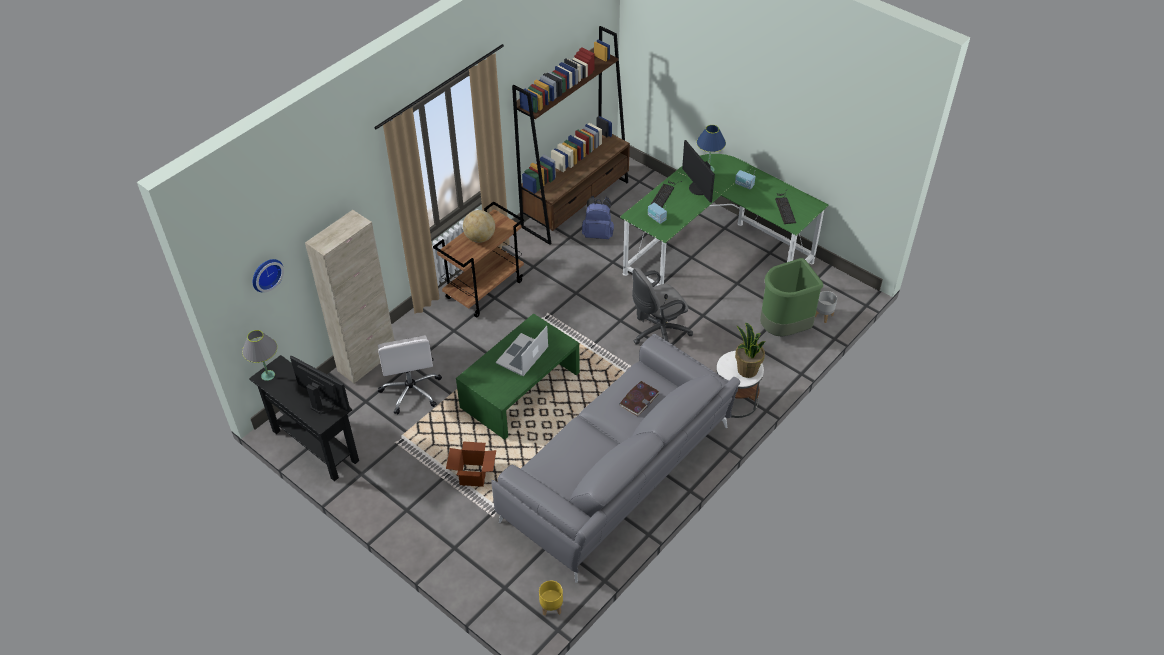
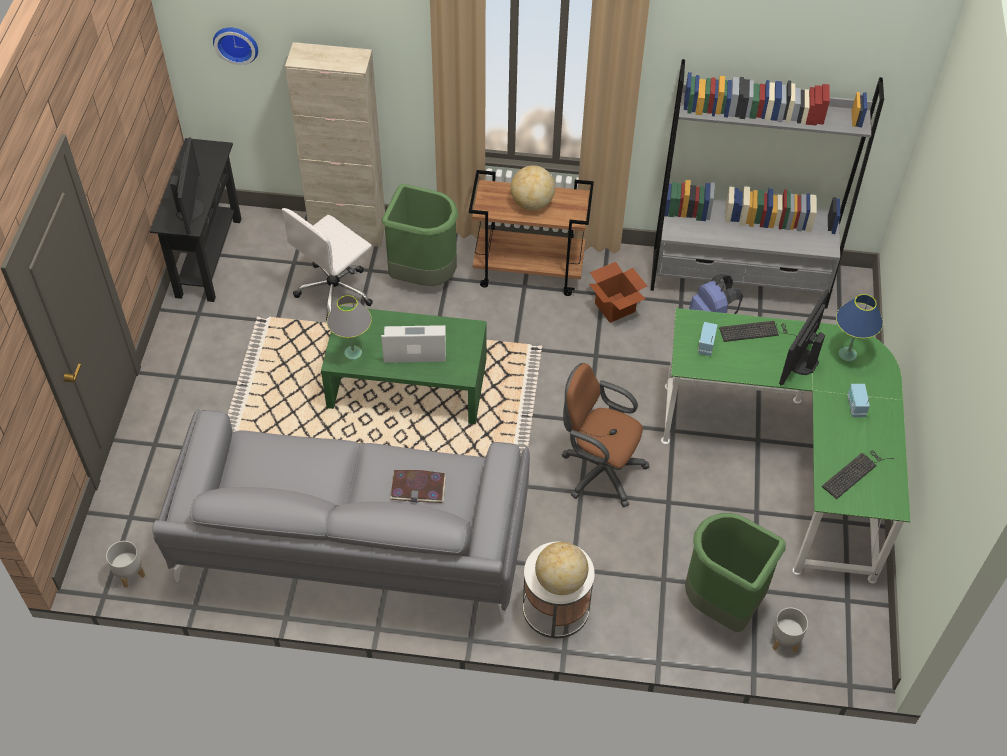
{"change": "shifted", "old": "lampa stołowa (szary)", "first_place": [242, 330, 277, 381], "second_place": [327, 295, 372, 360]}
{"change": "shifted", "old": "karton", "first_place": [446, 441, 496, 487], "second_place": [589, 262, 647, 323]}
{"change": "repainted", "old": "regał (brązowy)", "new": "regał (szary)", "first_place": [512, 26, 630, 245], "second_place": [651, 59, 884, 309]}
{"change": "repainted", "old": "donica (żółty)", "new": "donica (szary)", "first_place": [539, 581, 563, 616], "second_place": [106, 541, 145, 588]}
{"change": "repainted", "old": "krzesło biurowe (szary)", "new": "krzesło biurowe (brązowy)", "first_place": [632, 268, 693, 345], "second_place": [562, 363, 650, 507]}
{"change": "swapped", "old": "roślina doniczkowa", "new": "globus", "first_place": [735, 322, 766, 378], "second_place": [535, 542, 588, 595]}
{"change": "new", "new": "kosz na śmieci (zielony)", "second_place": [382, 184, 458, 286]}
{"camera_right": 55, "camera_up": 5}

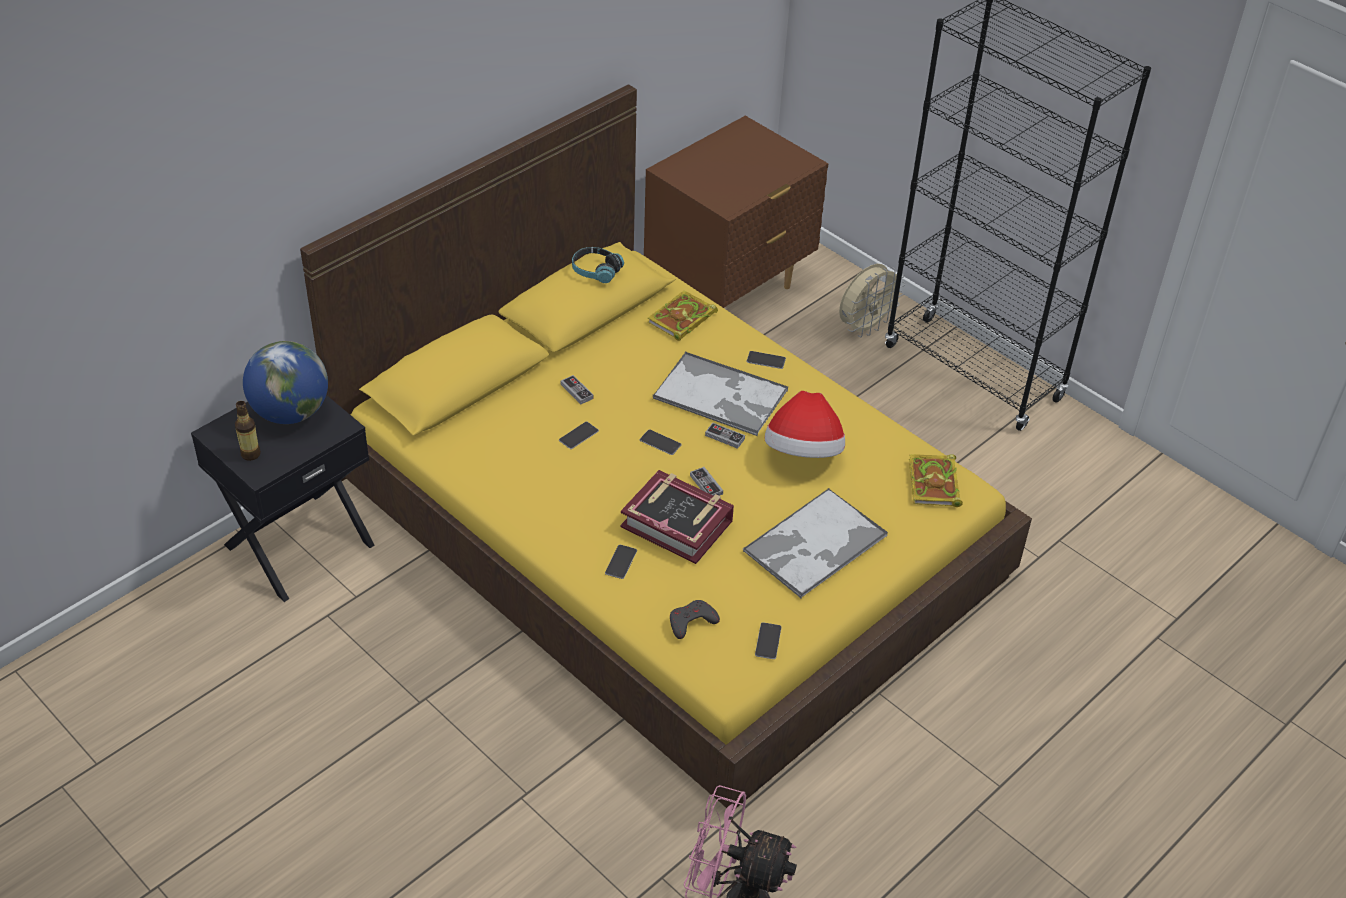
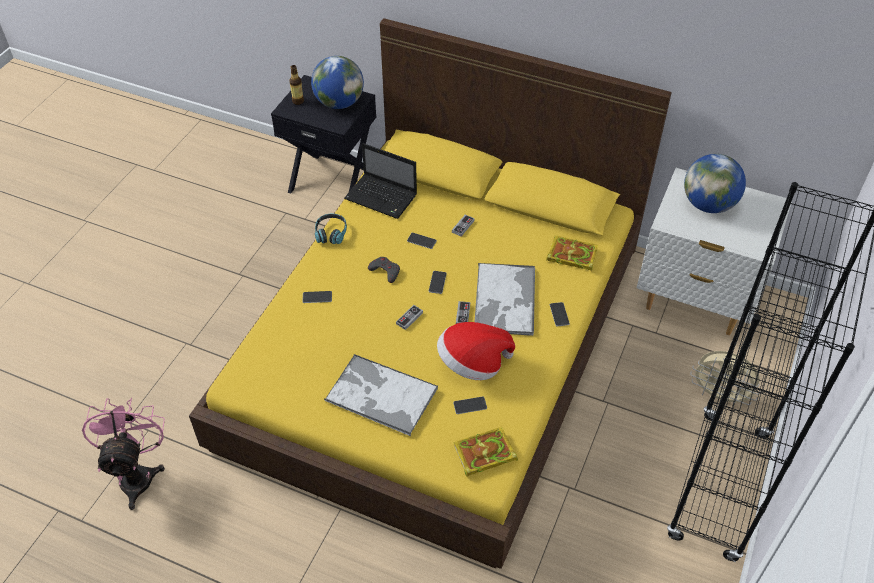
{"change": "shifted", "old": "słuchawki", "first_place": [572, 247, 624, 283], "second_place": [315, 214, 347, 244]}
{"change": "gone", "old": "książka", "first_place": [621, 470, 734, 564]}
{"change": "repainted", "old": "szafka nocna (brązowy)", "new": "szafka nocna (biały)", "first_place": [644, 116, 828, 308], "second_place": [637, 168, 791, 335]}
{"change": "shifted", "old": "pad do gier (szary)", "first_place": [670, 600, 720, 639], "second_place": [368, 257, 400, 283]}
{"change": "shifted", "old": "telefon", "first_place": [755, 622, 782, 659], "second_place": [453, 397, 487, 414]}
{"change": "new", "new": "laptop", "second_place": [344, 143, 417, 219]}
{"change": "new", "new": "globus", "second_place": [684, 154, 746, 213]}
{"camera_right": 70, "camera_up": 5}

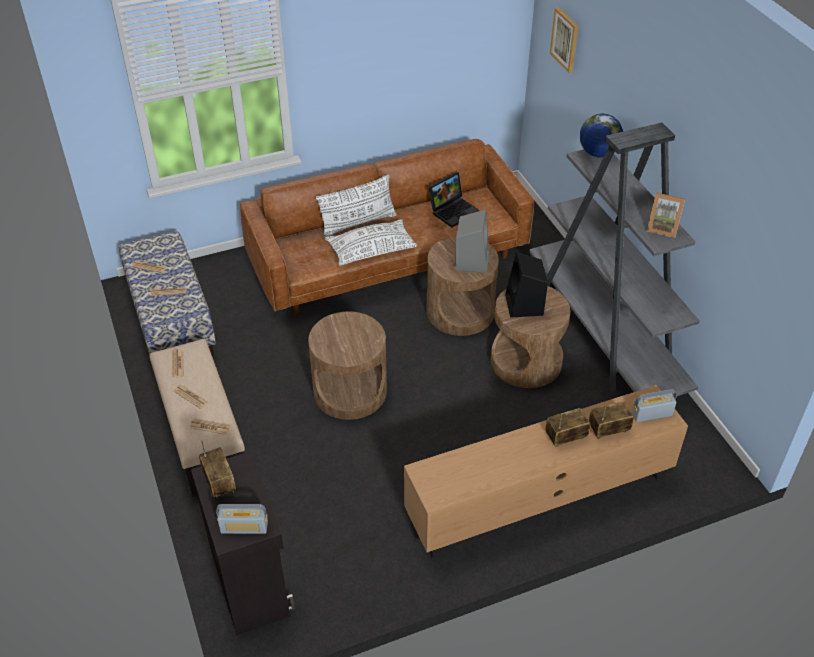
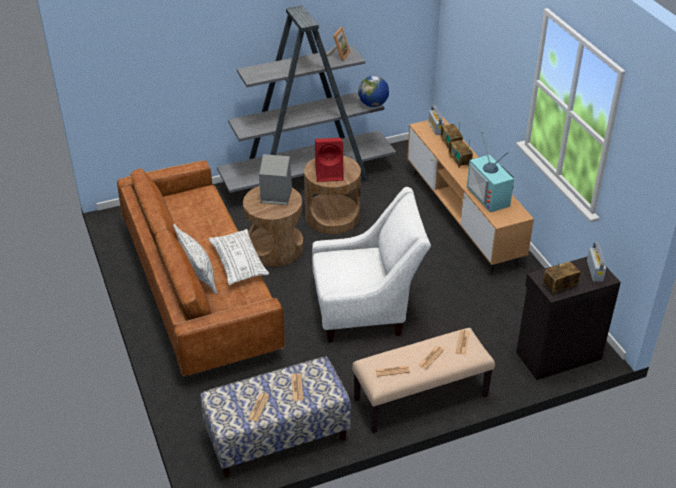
{"change": "swapped", "old": "stolik (brązowy)", "new": "fotel (biały)", "first_place": [308, 311, 387, 420], "second_place": [312, 187, 431, 343]}
{"change": "gone", "old": "laptop", "first_place": [429, 172, 480, 228]}
{"change": "repainted", "old": "głośnik (czarny)", "new": "głośnik (czerwony)", "first_place": [505, 252, 548, 318], "second_place": [315, 138, 344, 182]}
{"change": "gone", "old": "obraz", "first_place": [550, 7, 578, 73]}
{"change": "shifted", "old": "globus", "first_place": [580, 114, 623, 157], "second_place": [358, 76, 389, 107]}
{"change": "new", "new": "telewizor", "second_place": [467, 131, 514, 212]}
{"camera_right": -90, "camera_up": -5}

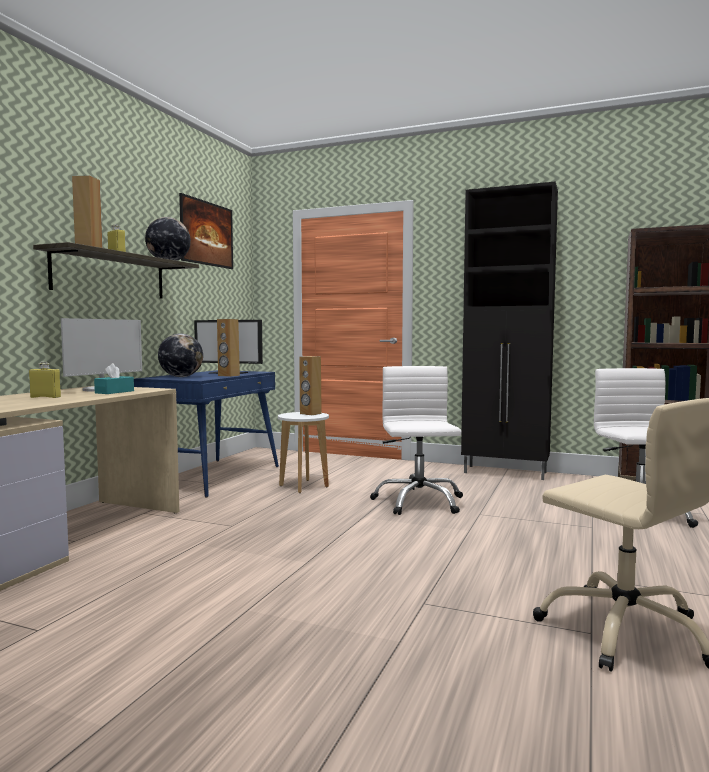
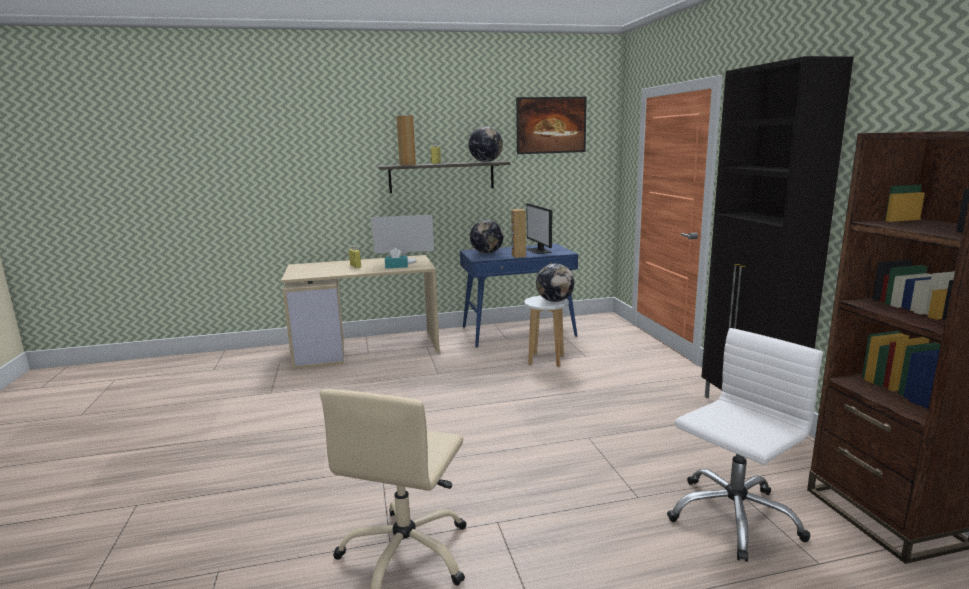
{"change": "swapped", "old": "głośnik (brązowy)", "new": "globus", "first_place": [299, 356, 322, 415], "second_place": [536, 263, 574, 302]}
{"change": "gone", "old": "krzesło biurowe (biały)", "first_place": [370, 366, 463, 515]}
{"camera_right": 55, "camera_up": 10}

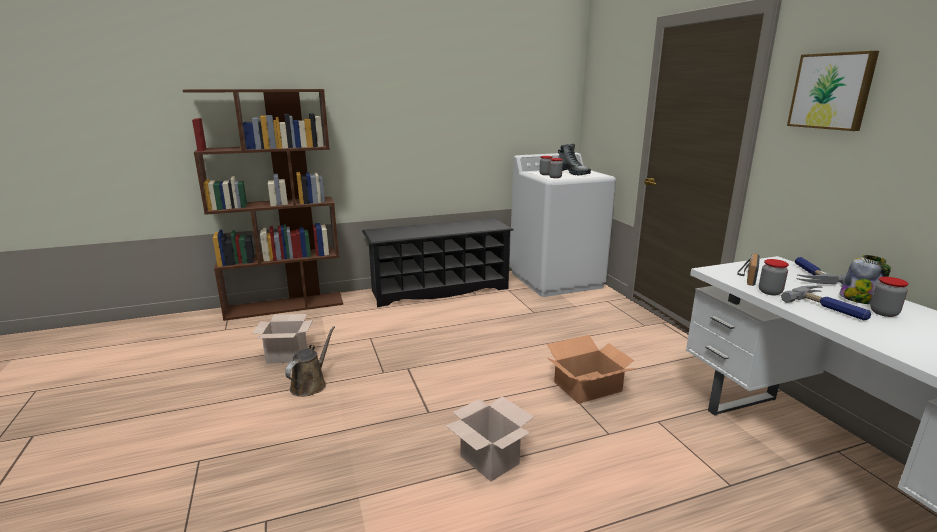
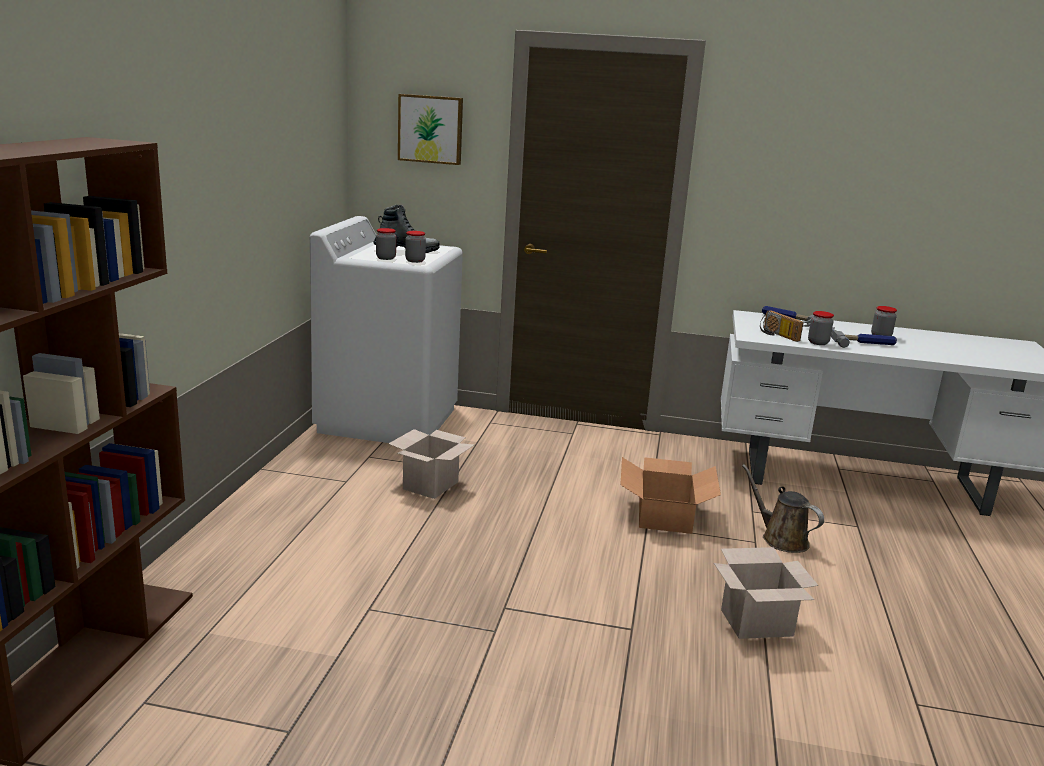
{"change": "shifted", "old": "karton", "first_place": [252, 314, 313, 364], "second_place": [388, 429, 475, 499]}
{"change": "shifted", "old": "konewka (brązowy)", "first_place": [285, 326, 335, 397], "second_place": [742, 464, 824, 553]}
{"change": "gone", "old": "regał na buty (czarny)", "first_place": [362, 218, 514, 307]}
{"change": "shifted", "old": "obraz", "first_place": [787, 51, 879, 131], "second_place": [398, 94, 463, 165]}
{"change": "gone", "old": "słoik", "first_place": [839, 255, 891, 304]}
{"camera_right": -60, "camera_up": 0}

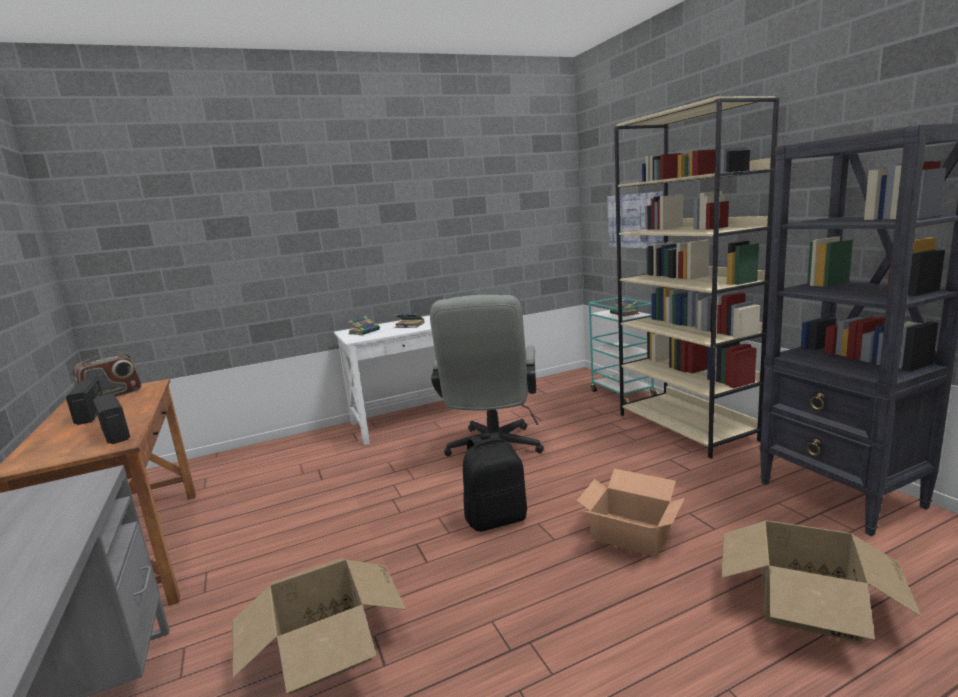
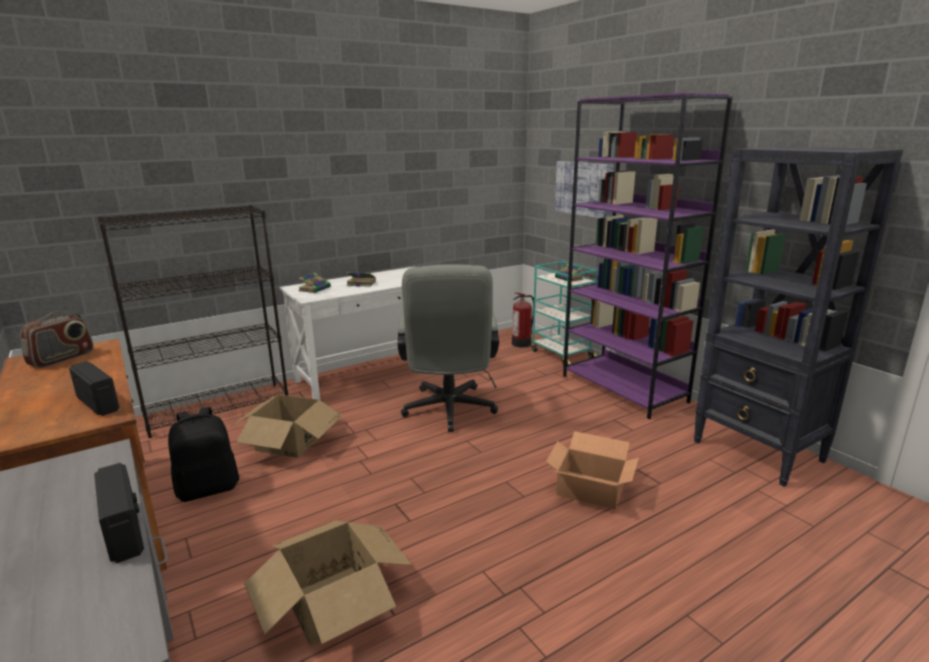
{"change": "shifted", "old": "radio", "first_place": [66, 378, 103, 425], "second_place": [94, 463, 144, 563]}
{"change": "shifted", "old": "plecak (czarny)", "first_place": [463, 432, 527, 532], "second_place": [168, 407, 239, 502]}
{"change": "repainted", "old": "regał (beżowy)", "new": "regał (fioletowy)", "first_place": [614, 96, 779, 459], "second_place": [563, 92, 733, 419]}
{"change": "shifted", "old": "karton", "first_place": [722, 520, 922, 643], "second_place": [231, 394, 342, 458]}
{"change": "new", "new": "regał (czarny)", "second_place": [98, 205, 289, 438]}
{"change": "new", "new": "gaśnica", "second_place": [512, 293, 534, 347]}
{"camera_right": -10, "camera_up": 5}

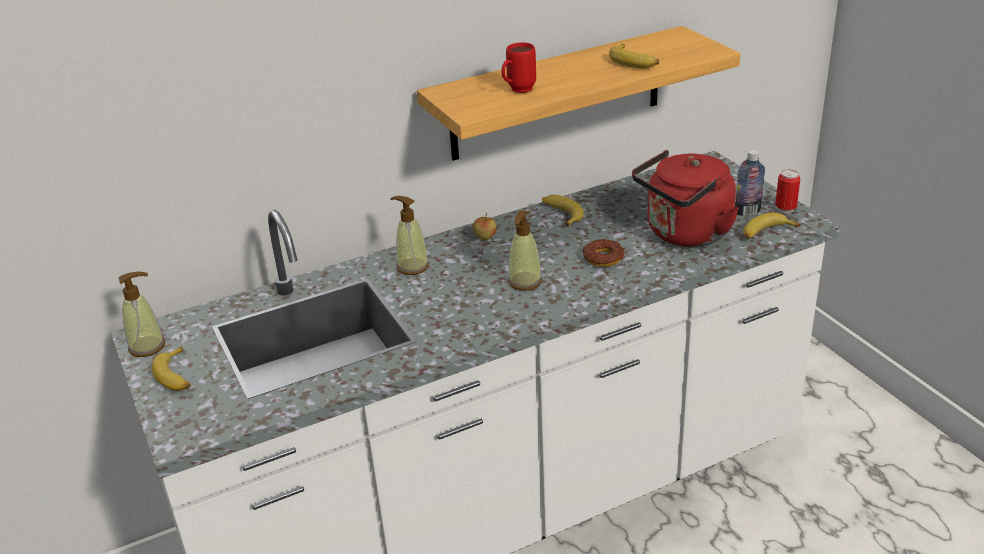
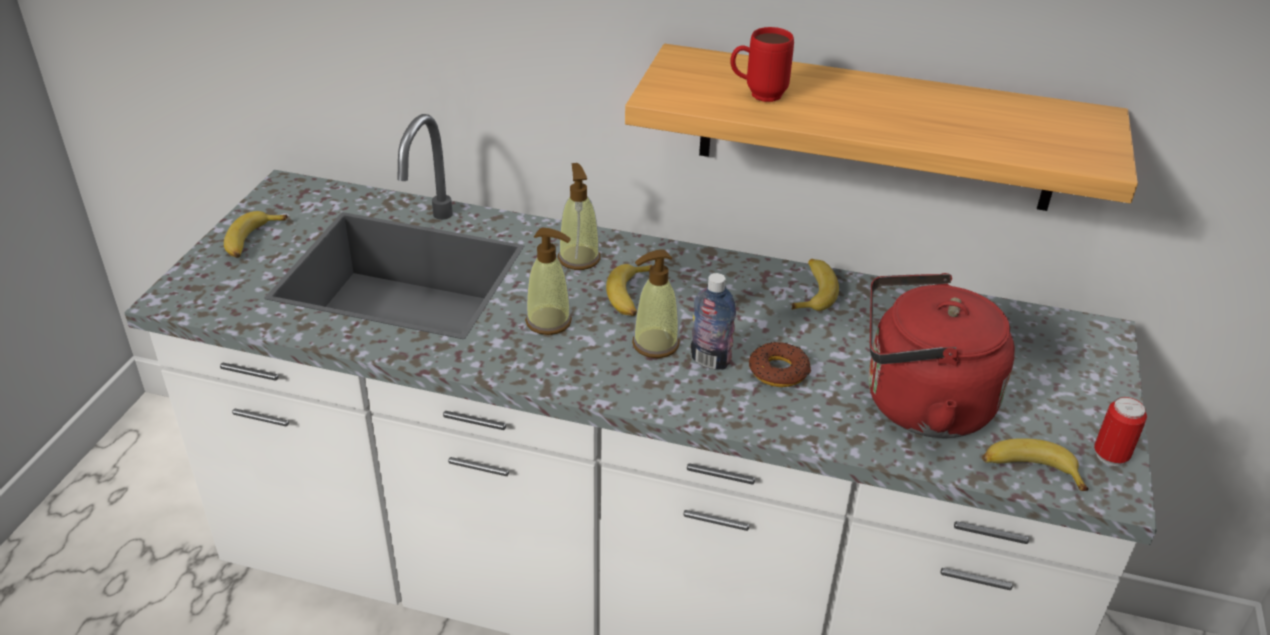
{"change": "shifted", "old": "dozownik mydła", "first_place": [119, 272, 165, 357], "second_place": [525, 228, 572, 335]}
{"change": "gone", "old": "jabłko", "first_place": [473, 213, 497, 240]}
{"change": "shifted", "old": "banan", "first_place": [609, 44, 659, 68], "second_place": [606, 264, 652, 316]}
{"change": "shifted", "old": "butelka", "first_place": [735, 150, 765, 216], "second_place": [691, 273, 736, 370]}
{"camera_right": 40, "camera_up": 5}

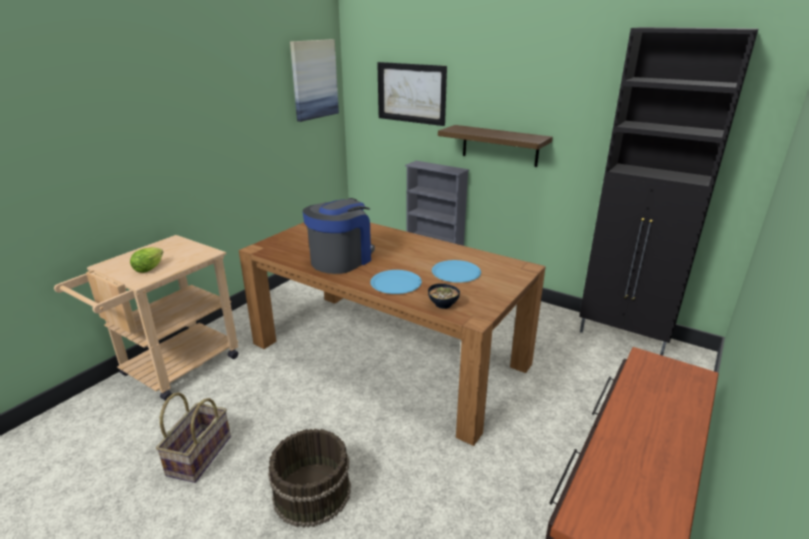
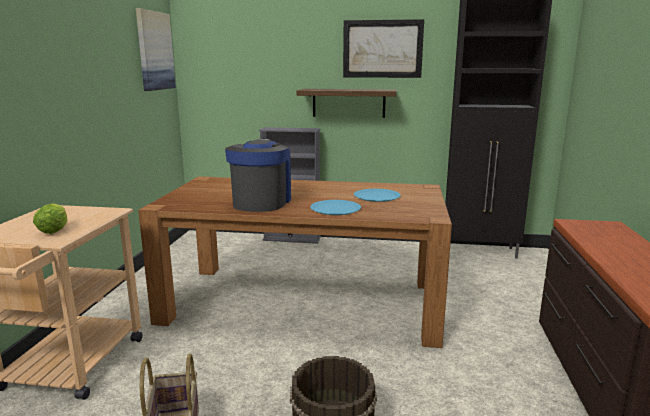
{"change": "shifted", "old": "obraz", "first_place": [377, 62, 447, 126], "second_place": [343, 19, 424, 78]}
{"change": "gone", "old": "miska", "first_place": [428, 283, 460, 309]}
{"camera_right": -25, "camera_up": -10}

